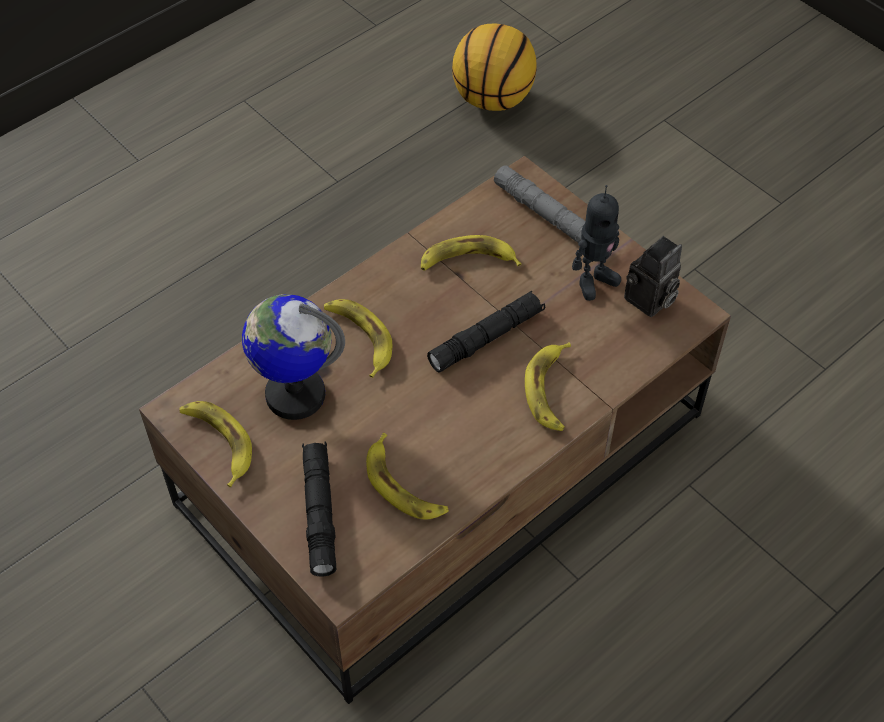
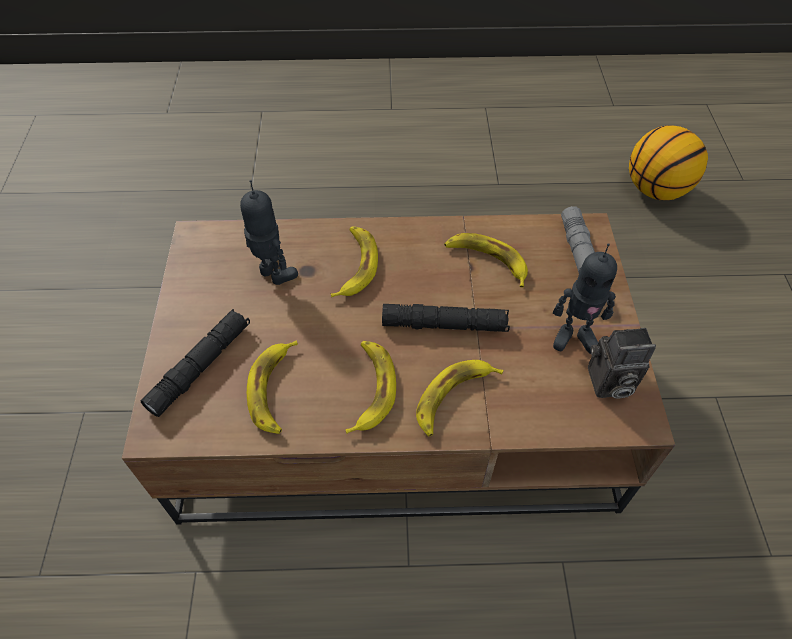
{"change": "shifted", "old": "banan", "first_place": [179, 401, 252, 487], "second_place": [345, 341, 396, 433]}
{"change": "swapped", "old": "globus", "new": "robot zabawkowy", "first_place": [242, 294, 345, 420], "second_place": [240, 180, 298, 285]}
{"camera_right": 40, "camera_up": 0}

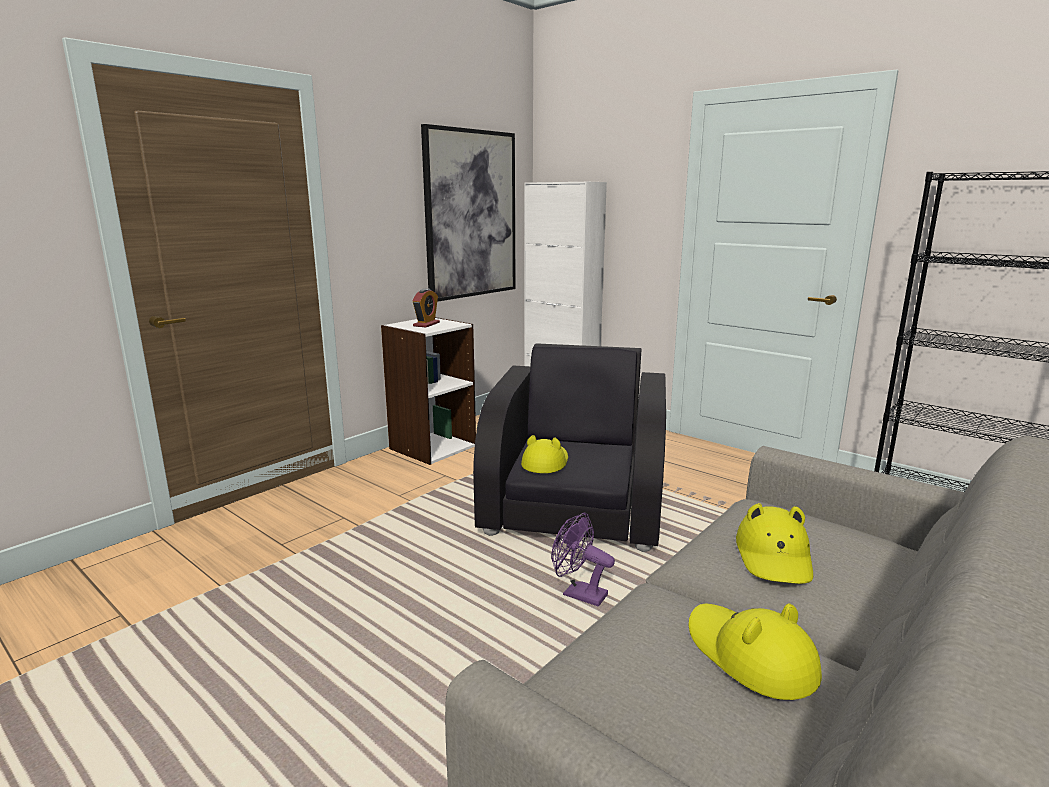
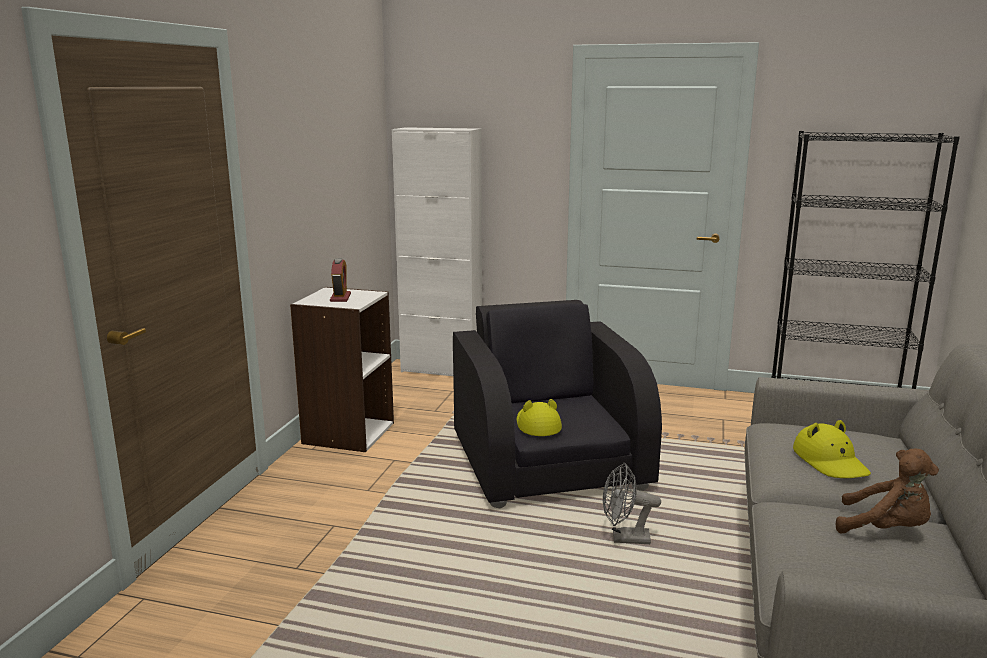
{"change": "gone", "old": "obraz", "first_place": [421, 124, 515, 302]}
{"change": "repainted", "old": "wentylator (fioletowy)", "new": "wentylator (szary)", "first_place": [551, 513, 615, 607], "second_place": [603, 463, 661, 544]}
{"change": "swapped", "old": "kapelusz (żółty)", "new": "pluszak (brązowy)", "first_place": [688, 603, 822, 700], "second_place": [836, 448, 939, 533]}
{"camera_right": -25, "camera_up": 0}

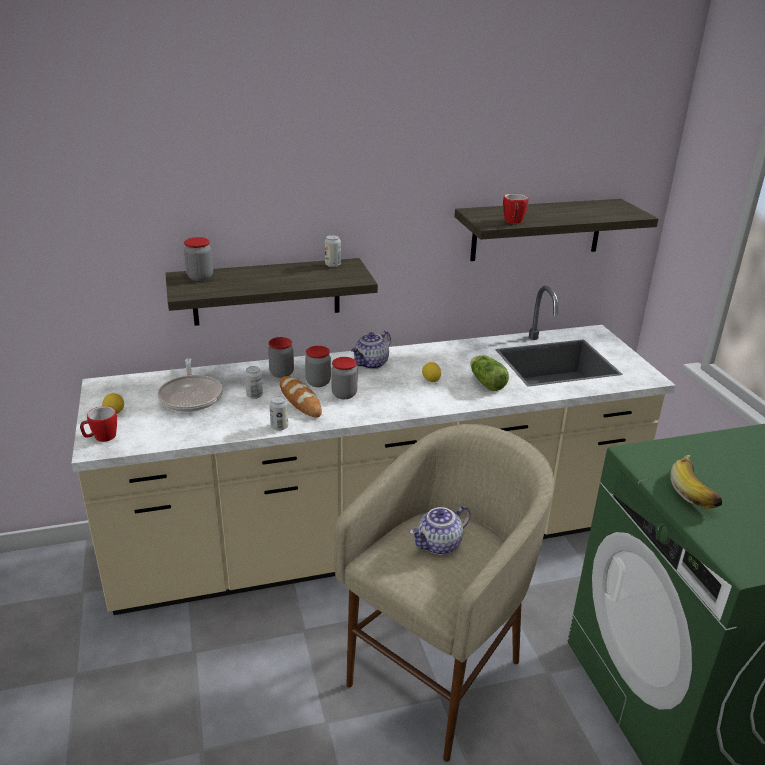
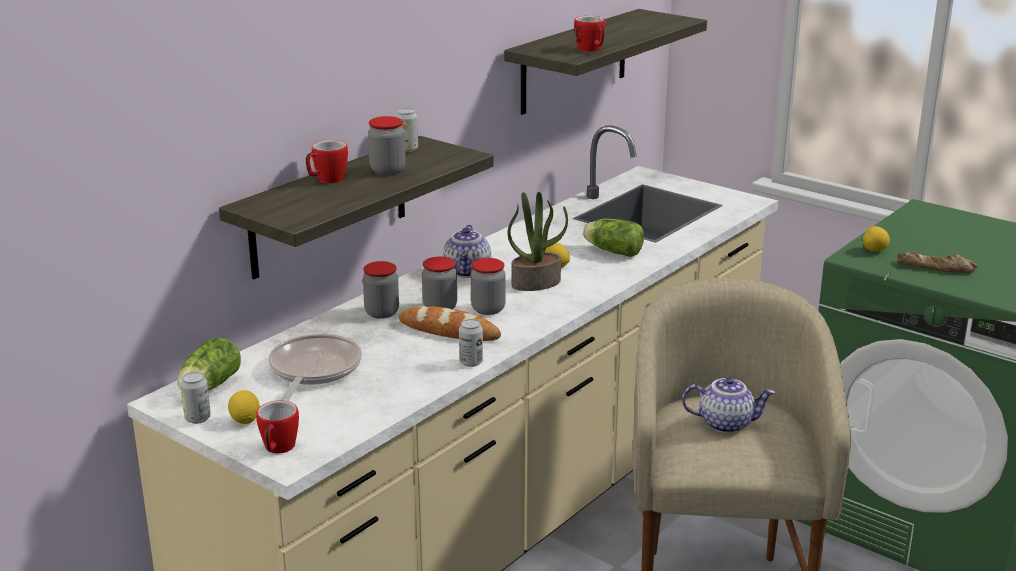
{"change": "rotated", "old": "patelnia", "first_place": [157, 358, 223, 412], "second_place": [268, 334, 362, 401], "degrees": -120}
{"change": "shifted", "old": "słoik", "first_place": [184, 237, 213, 281], "second_place": [368, 116, 406, 175]}
{"change": "shifted", "old": "puszka", "first_place": [245, 366, 263, 399], "second_place": [180, 372, 211, 424]}
{"change": "rotated", "old": "imbryk", "first_place": [410, 506, 471, 555], "second_place": [682, 377, 775, 433], "degrees": -105}
{"change": "swapped", "old": "banan", "new": "chleb", "first_place": [670, 455, 722, 509], "second_place": [897, 252, 977, 273]}
{"change": "new", "new": "sałata", "second_place": [178, 338, 241, 391]}
{"change": "new", "new": "kubek", "second_place": [306, 140, 348, 183]}
{"change": "new", "new": "roślina doniczkowa", "second_place": [507, 192, 568, 291]}
{"change": "new", "new": "cytryna", "second_place": [863, 226, 890, 252]}
{"camera_right": -35, "camera_up": -5}

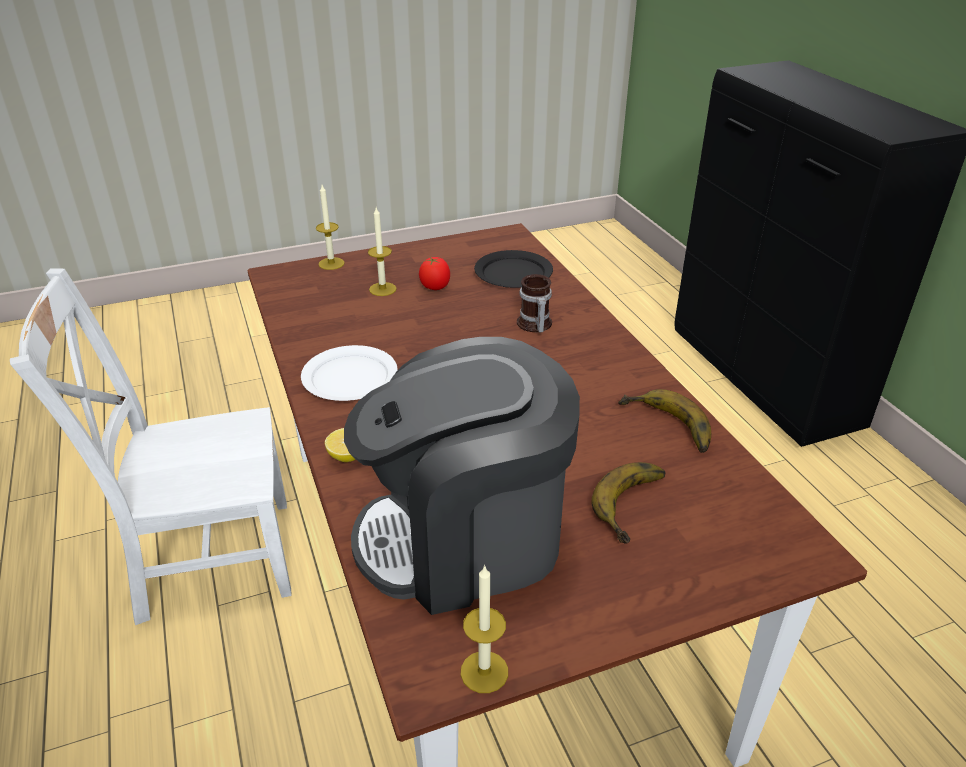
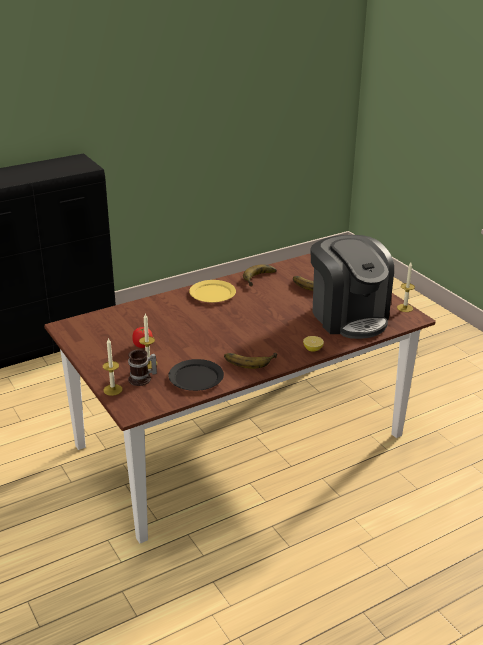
{"change": "gone", "old": "krzesło (biały)", "first_place": [10, 268, 292, 625]}
{"change": "swapped", "old": "talerz (biały)", "new": "banan", "first_place": [301, 345, 398, 401], "second_place": [224, 352, 277, 369]}
{"change": "shifted", "old": "talerz (czarny)", "first_place": [474, 250, 553, 288], "second_place": [168, 359, 224, 391]}
{"change": "shifted", "old": "kubek", "first_place": [517, 274, 552, 332], "second_place": [128, 349, 157, 386]}
{"change": "new", "new": "talerz (żółty)", "second_place": [189, 280, 236, 303]}
{"camera_right": -100, "camera_up": -5}

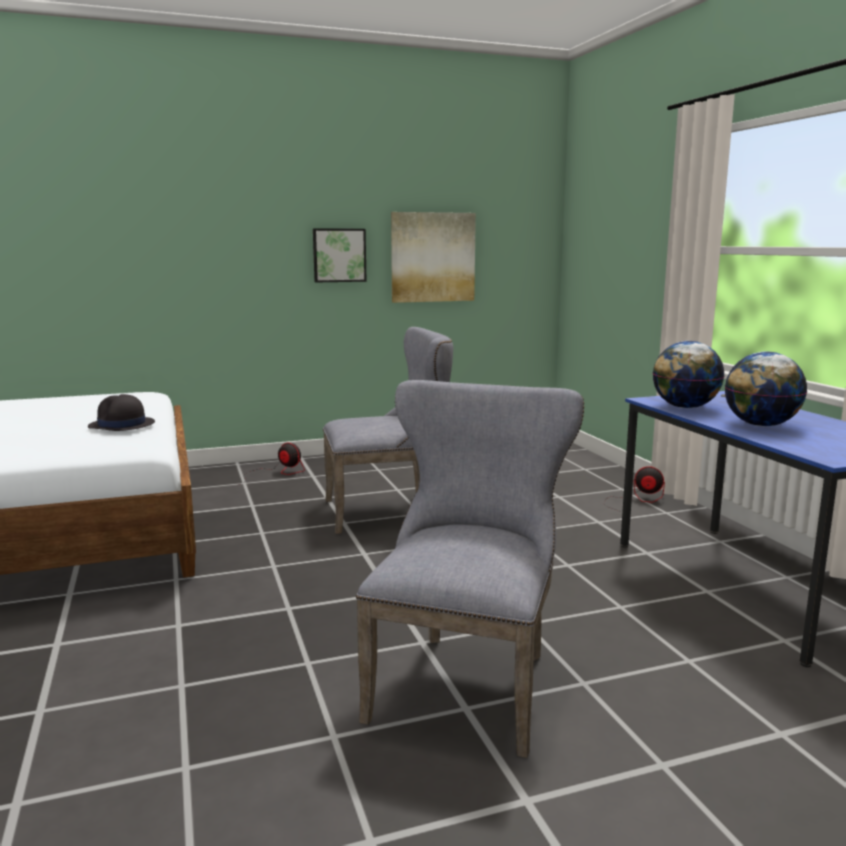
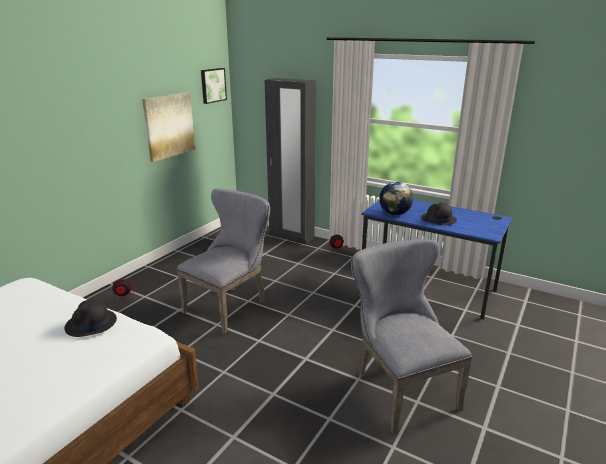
{"change": "shifted", "old": "obraz", "first_place": [313, 228, 367, 282], "second_place": [201, 68, 227, 104]}
{"change": "swapped", "old": "globus", "new": "kapelusz (czarny)", "first_place": [725, 352, 807, 426], "second_place": [421, 202, 457, 225]}
{"change": "new", "new": "szafa (czarny)", "second_place": [265, 78, 316, 244]}
{"camera_right": -40, "camera_up": 10}

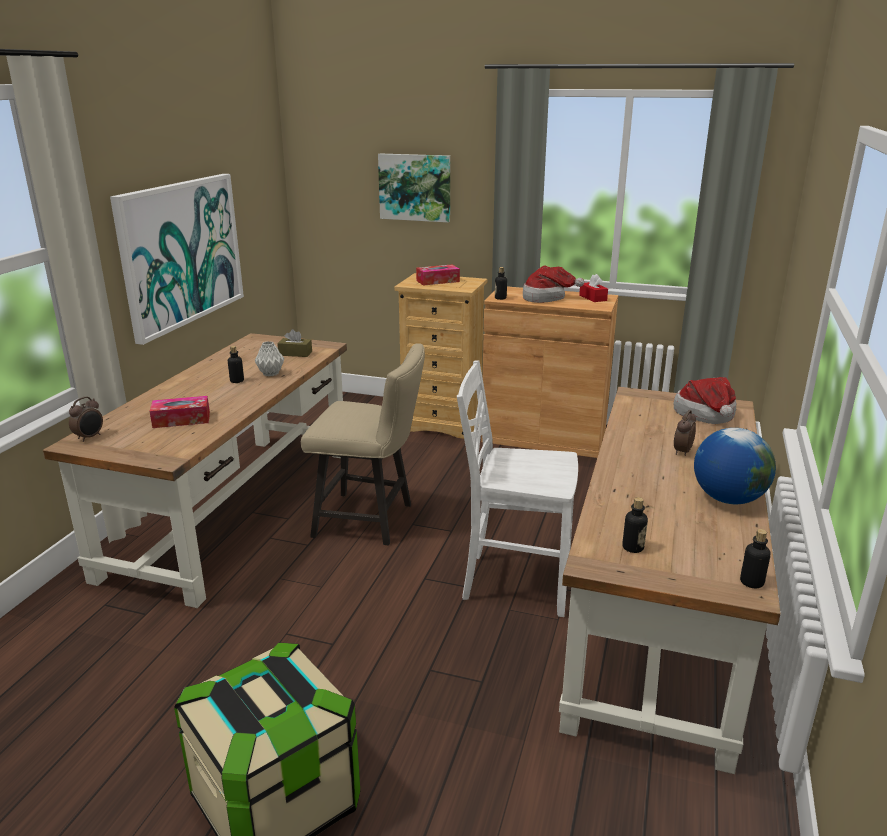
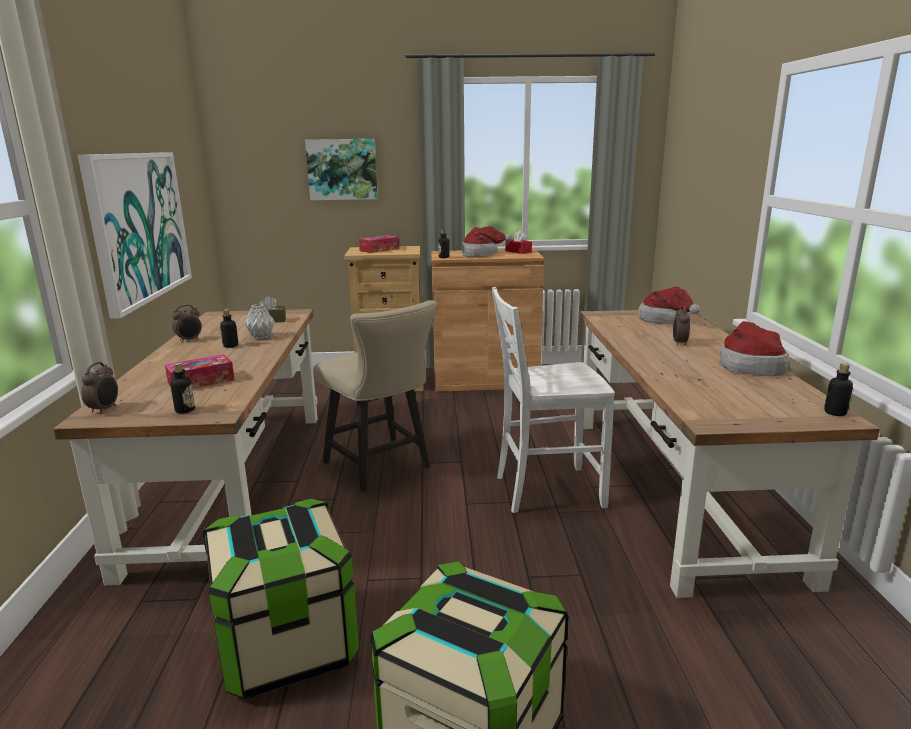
{"change": "rotated", "old": "krzesło (beżowy)", "first_place": [301, 344, 425, 546], "second_place": [313, 300, 438, 491], "degrees": 60}
{"change": "shifted", "old": "butelka", "first_place": [622, 497, 648, 553], "second_place": [170, 363, 195, 413]}
{"change": "swapped", "old": "globus", "new": "kapelusz", "first_place": [694, 428, 776, 504], "second_place": [720, 321, 790, 376]}
{"change": "new", "new": "budzik", "second_place": [172, 305, 202, 343]}
{"change": "new", "new": "pojemnik do przechowywania", "second_place": [203, 499, 359, 699]}
{"camera_right": -20, "camera_up": -5}

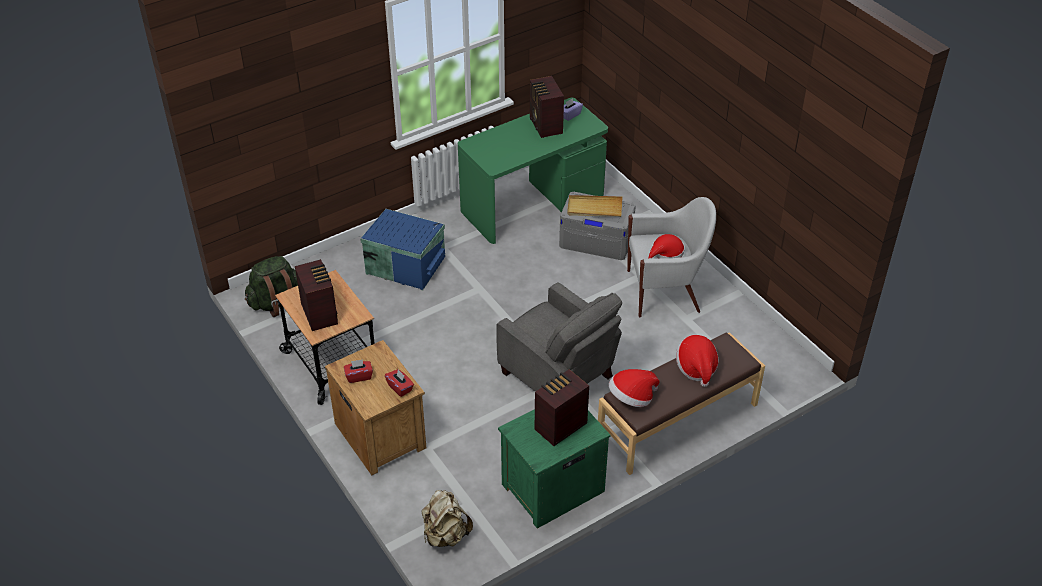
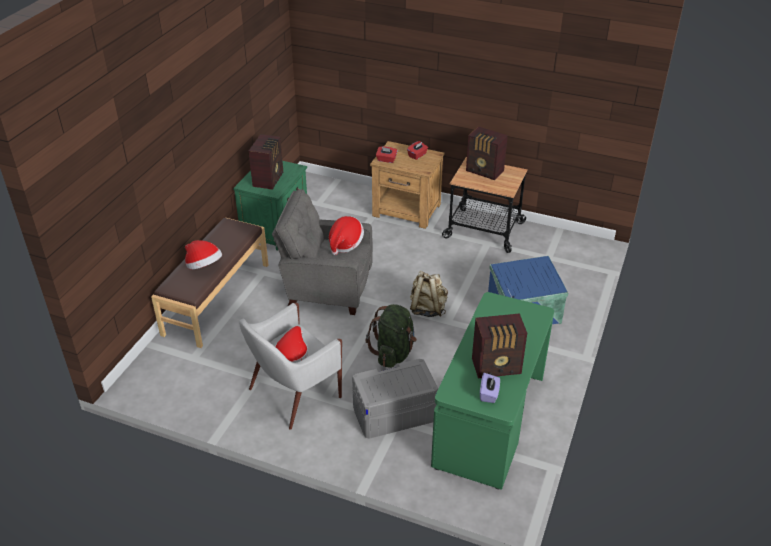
{"change": "shifted", "old": "plecak (zielony)", "first_place": [245, 256, 298, 317], "second_place": [366, 304, 417, 368]}
{"change": "shifted", "old": "plecak (beżowy)", "first_place": [422, 490, 473, 547], "second_place": [410, 271, 448, 317]}
{"change": "rotated", "old": "radio", "first_place": [530, 76, 564, 138], "second_place": [472, 313, 527, 379], "degrees": 135}
{"change": "gone", "old": "taca (beżowy)", "first_place": [567, 195, 623, 217]}
{"change": "shifted", "old": "kapelusz", "first_place": [609, 369, 660, 407], "second_place": [329, 216, 364, 255]}
{"camera_right": 145, "camera_up": -5}

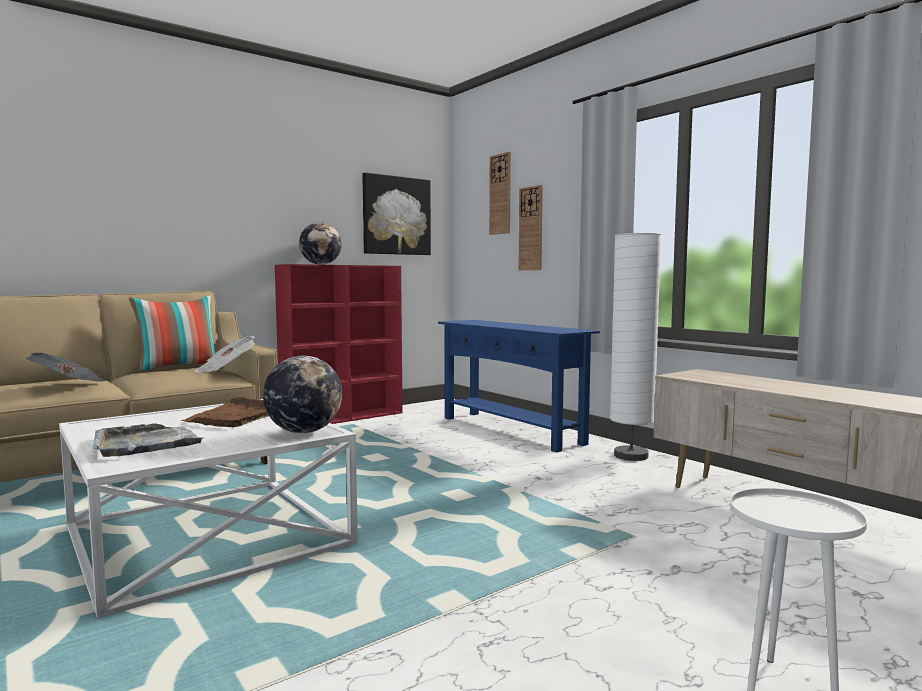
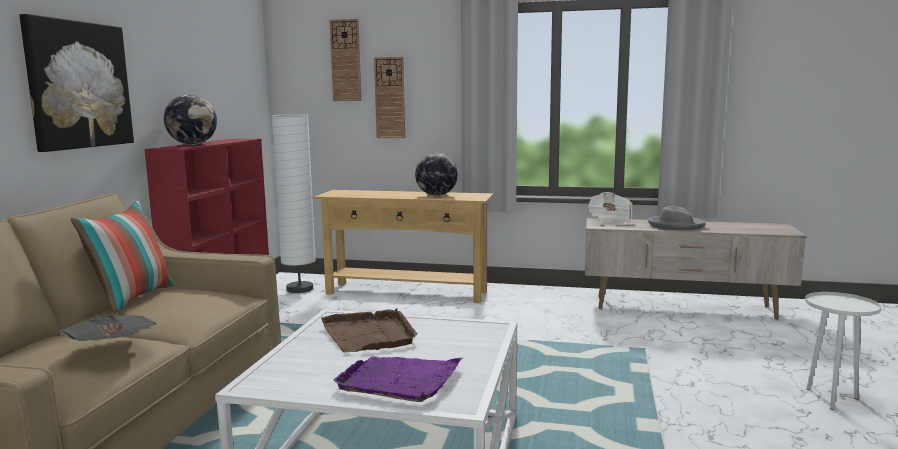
{"change": "repainted", "old": "taca (szary)", "new": "taca (fioletowy)", "first_place": [93, 423, 203, 457], "second_place": [333, 356, 462, 402]}
{"change": "shifted", "old": "gazeta", "first_place": [194, 336, 255, 373], "second_place": [588, 192, 633, 226]}
{"change": "shifted", "old": "globus", "first_place": [263, 356, 342, 433], "second_place": [415, 153, 458, 196]}
{"change": "shifted", "old": "obraz", "first_place": [362, 173, 431, 255], "second_place": [19, 14, 134, 152]}
{"change": "repainted", "old": "stolik konsolowy (niebieski)", "new": "stolik konsolowy (beżowy)", "first_place": [438, 320, 600, 453], "second_place": [313, 190, 494, 303]}
{"change": "shifted", "old": "lampa stojąca (biały)", "first_place": [610, 233, 661, 461], "second_place": [272, 114, 316, 293]}
{"change": "new", "new": "kapelusz (szary)", "second_place": [648, 206, 706, 230]}
{"camera_right": -40, "camera_up": 5}

